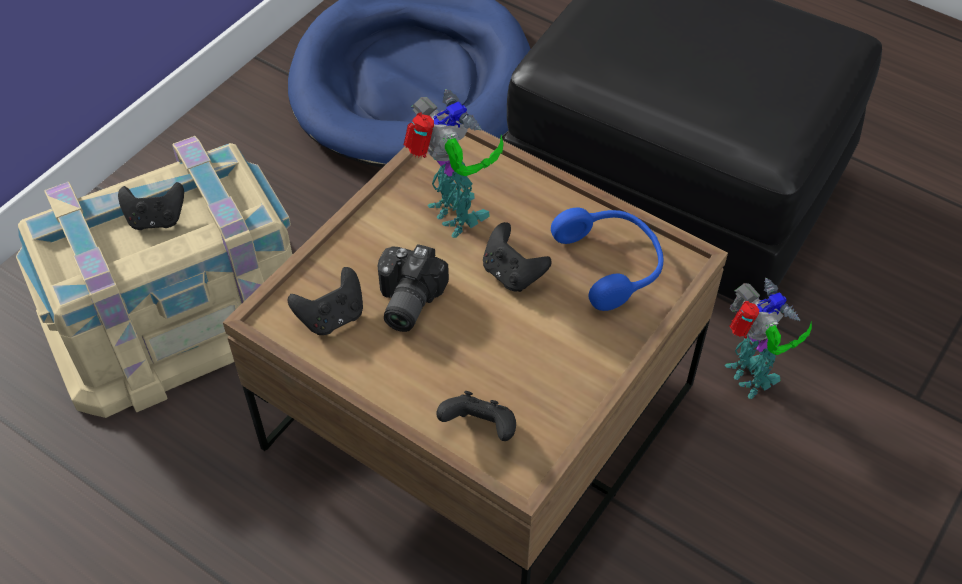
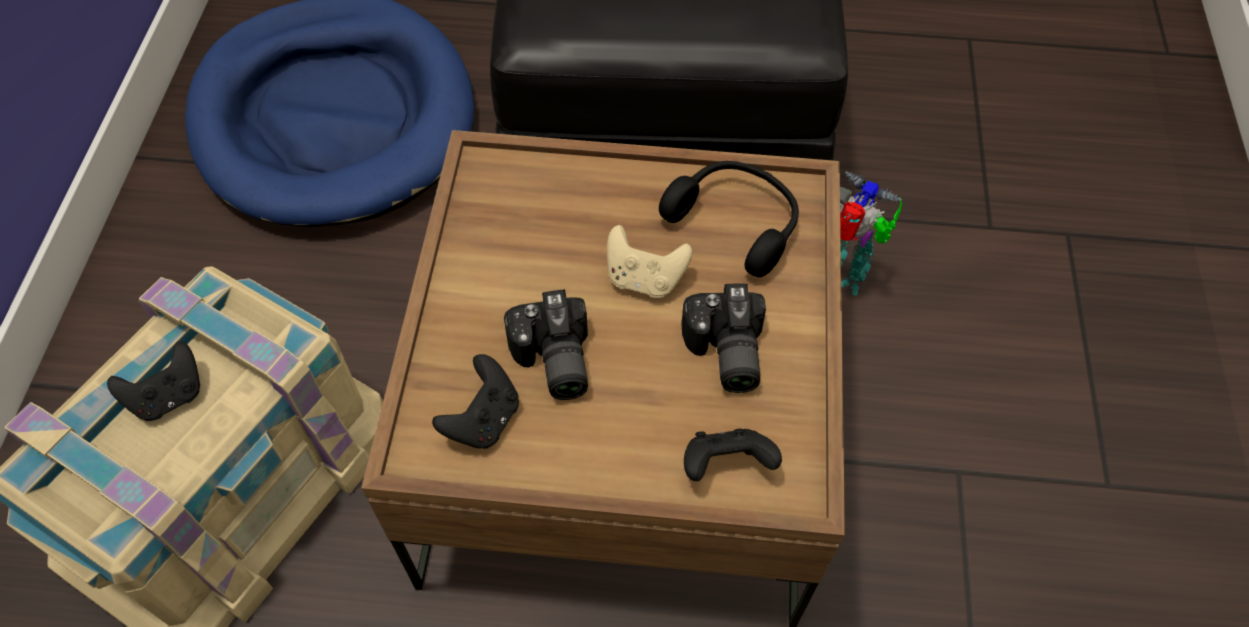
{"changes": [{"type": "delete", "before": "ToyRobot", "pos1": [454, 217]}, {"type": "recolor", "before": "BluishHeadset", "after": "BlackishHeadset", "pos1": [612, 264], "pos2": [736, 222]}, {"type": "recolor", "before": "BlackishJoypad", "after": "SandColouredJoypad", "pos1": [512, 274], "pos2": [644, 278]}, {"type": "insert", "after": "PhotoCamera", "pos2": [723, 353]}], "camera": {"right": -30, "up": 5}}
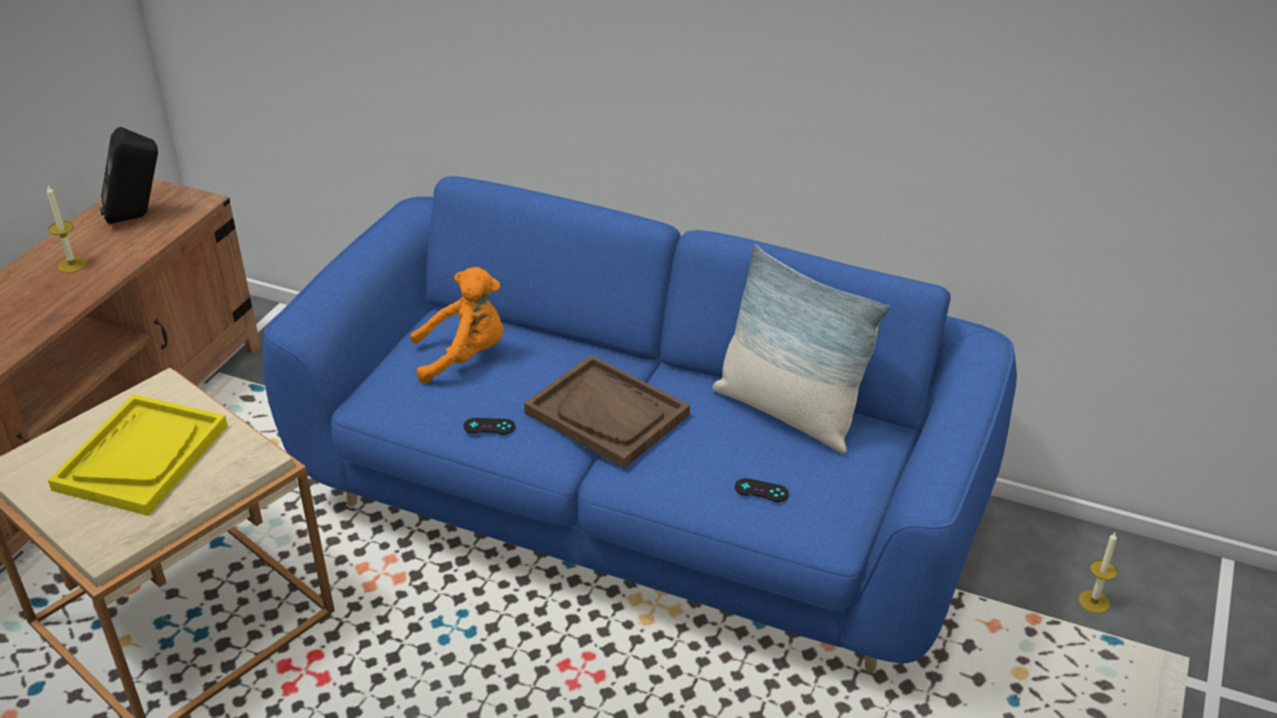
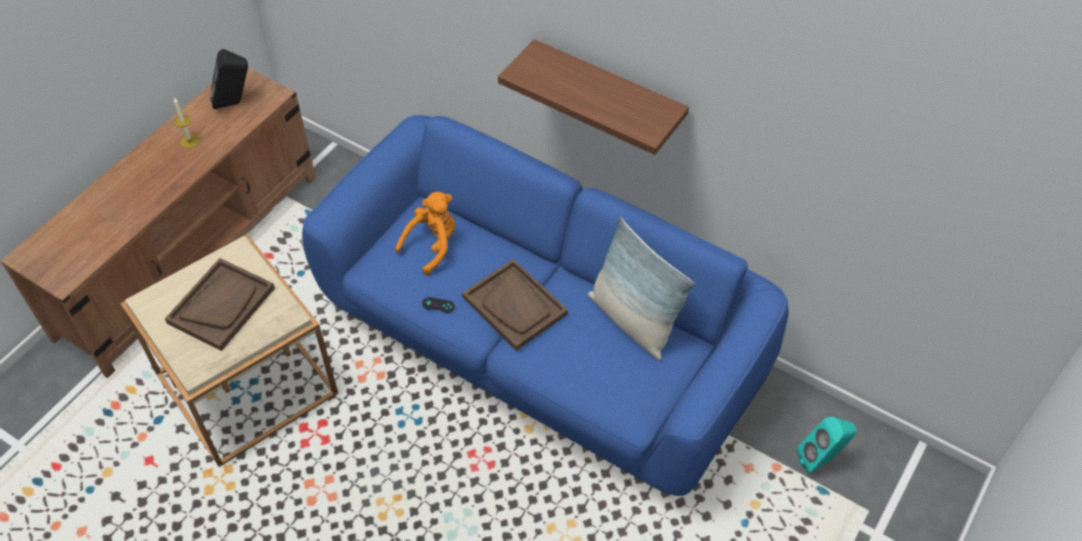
{"changes": [{"type": "rotate", "before": "OrangeColouredPlushToy", "pos1": [464, 356], "pos2": [432, 245], "turn": -45}, {"type": "recolor", "before": "YellowColouredCarryingTray", "after": "BrownishCarryingTray", "pos1": [142, 457], "pos2": [221, 305]}, {"type": "delete", "before": "BlackishJoypad", "pos1": [761, 490]}, {"type": "replace", "before": "Candle", "after": "TurquoiseAudioSpeaker", "pos1": [1093, 602], "pos2": [820, 460]}, {"type": "insert", "after": "Shelf", "pos2": [608, 94]}], "camera": {"right": 10, "up": 15}}
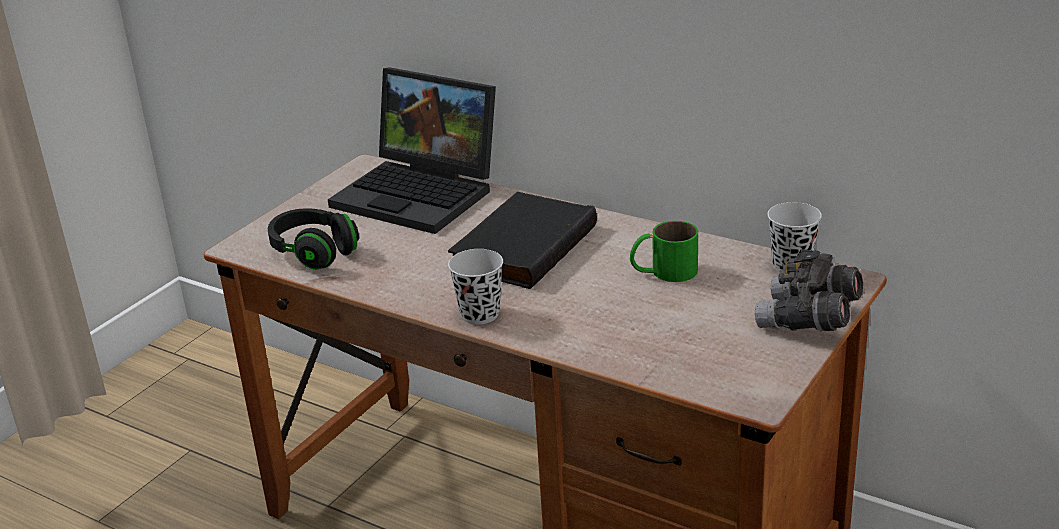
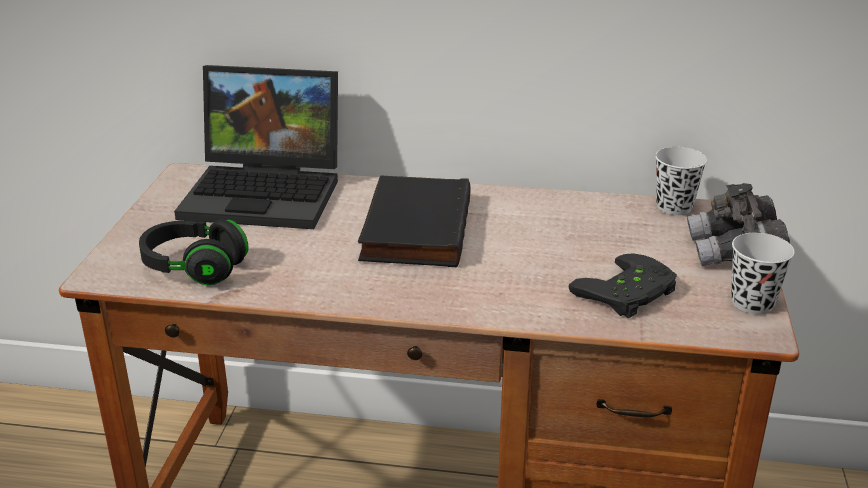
{"changes": [{"type": "delete", "before": "GreenColouredMug", "pos1": [663, 271]}, {"type": "move", "before": "BlackishDrinkingCup", "pos1": [480, 314], "pos2": [752, 303]}, {"type": "insert", "after": "BlackishJoypad", "pos2": [629, 294]}], "camera": {"right": -25, "up": 0}}
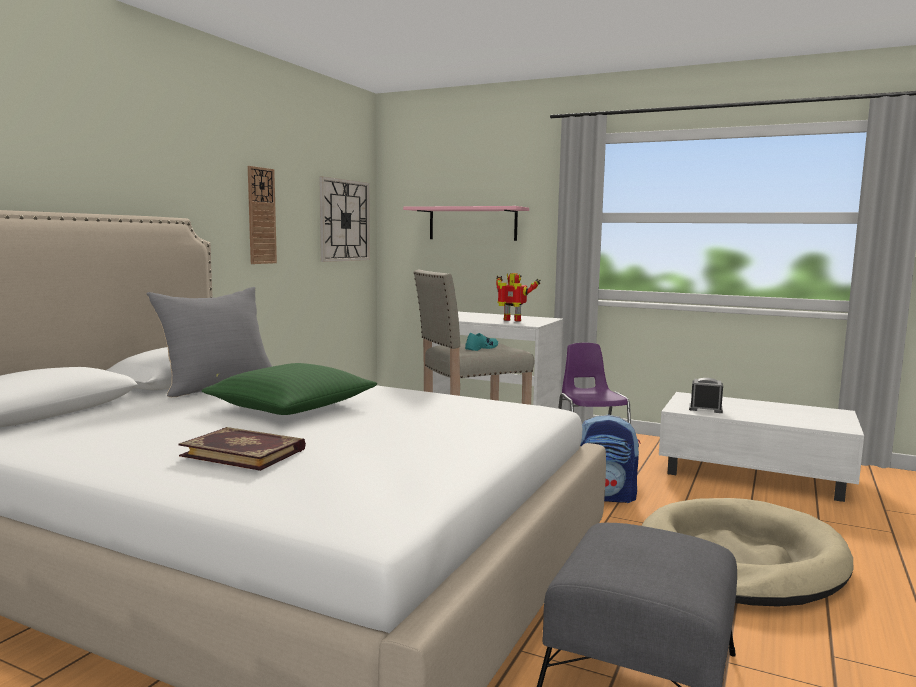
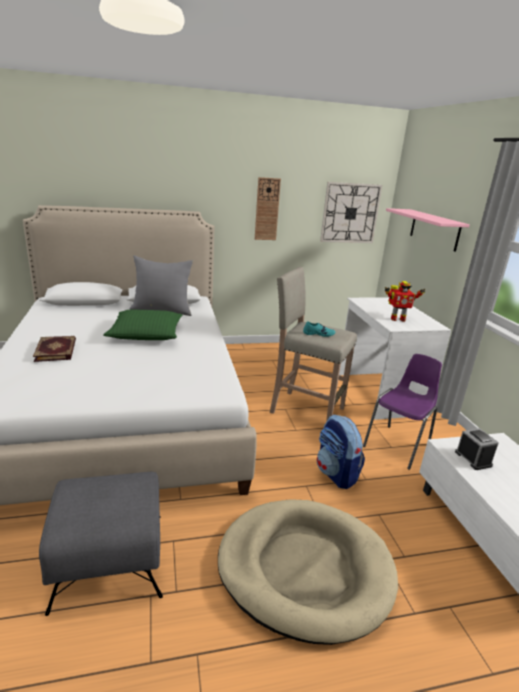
{"changes": [{"type": "rotate", "before": "ToyRobot", "pos1": [512, 320], "pos2": [397, 319], "turn": 105}], "camera": {"right": 50, "up": 15}}
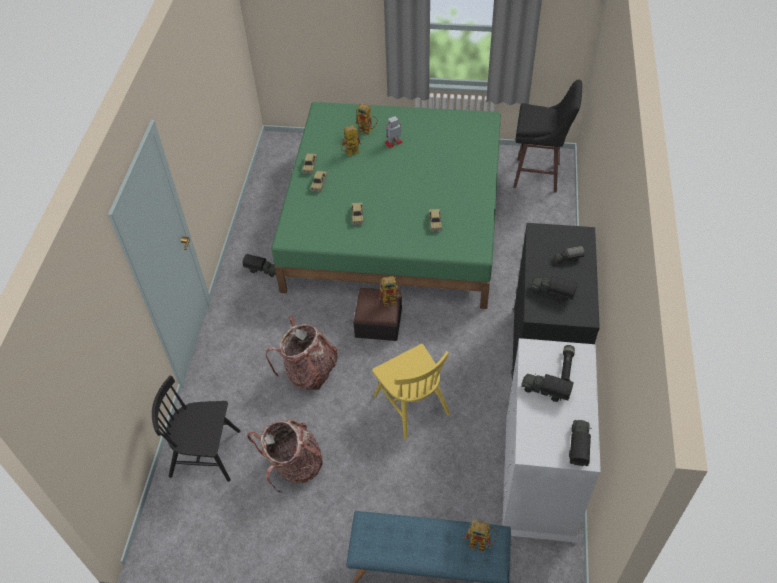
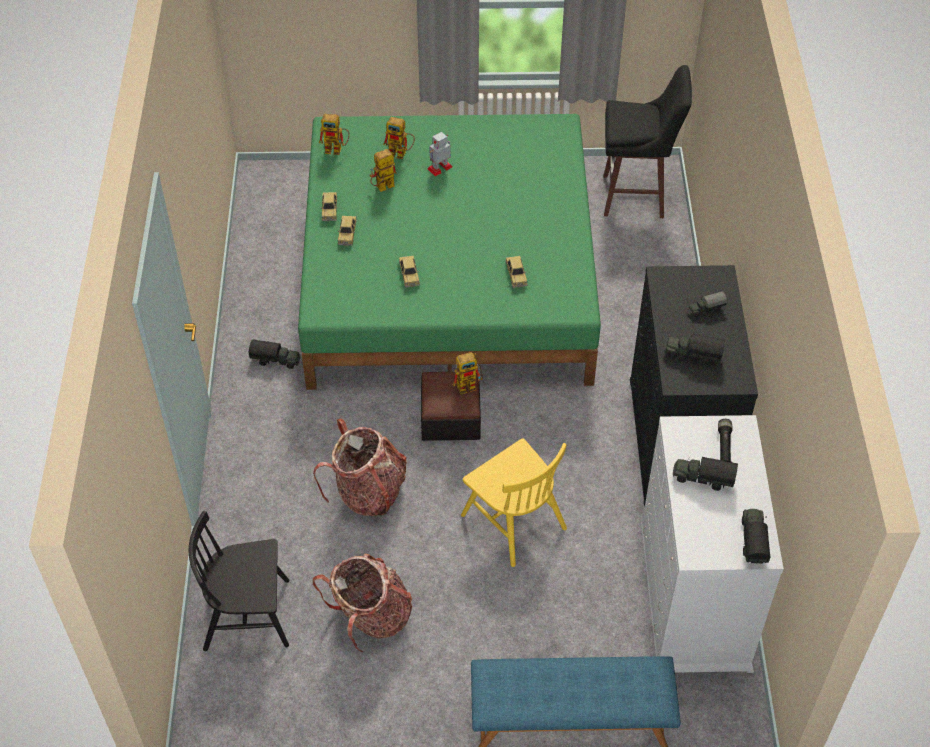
{"changes": [{"type": "move", "before": "ToyRobot", "pos1": [482, 543], "pos2": [337, 149]}], "camera": {"right": -10, "up": 0}}
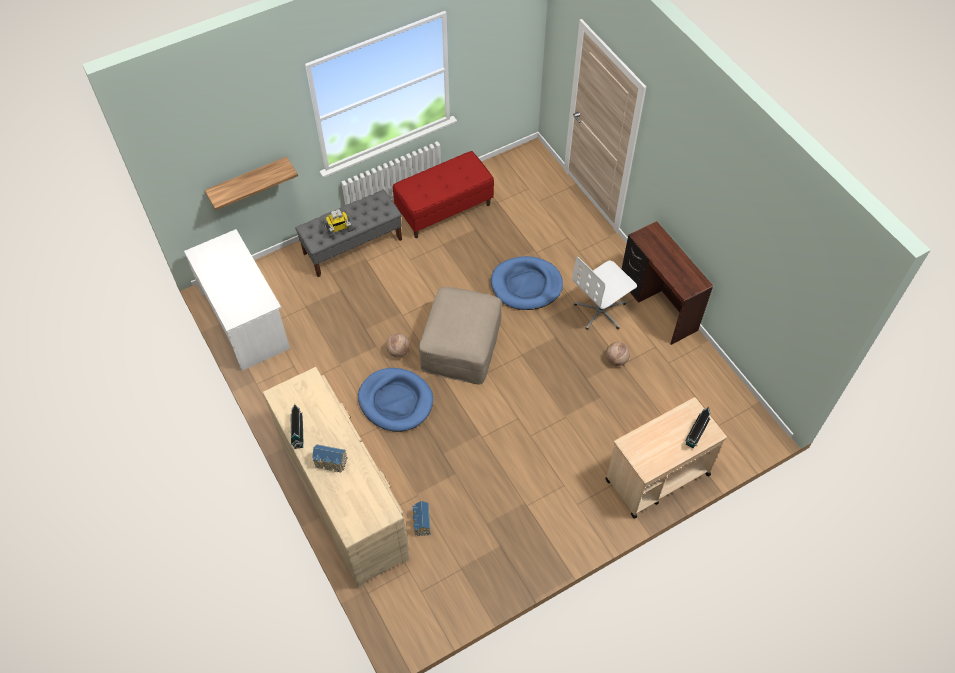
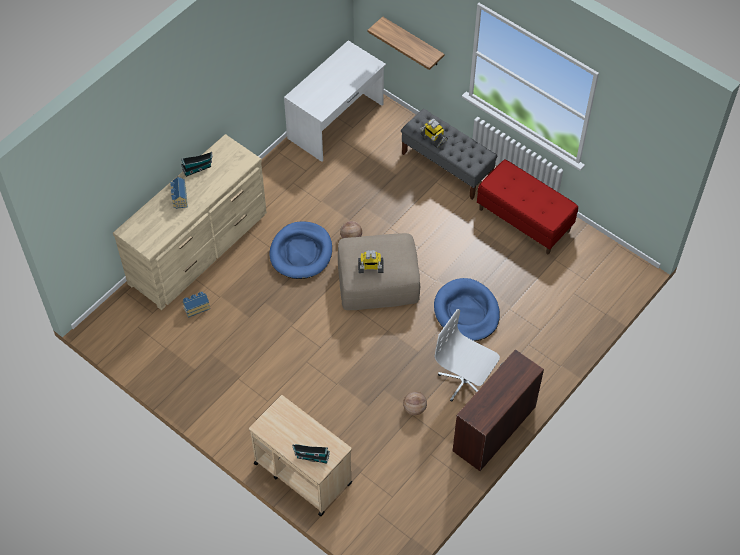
{"changes": [{"type": "insert", "after": "ToyRobot", "pos2": [370, 267]}], "camera": {"right": 70, "up": 0}}
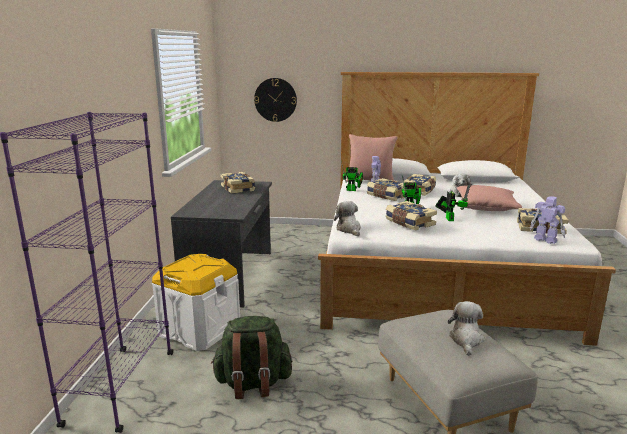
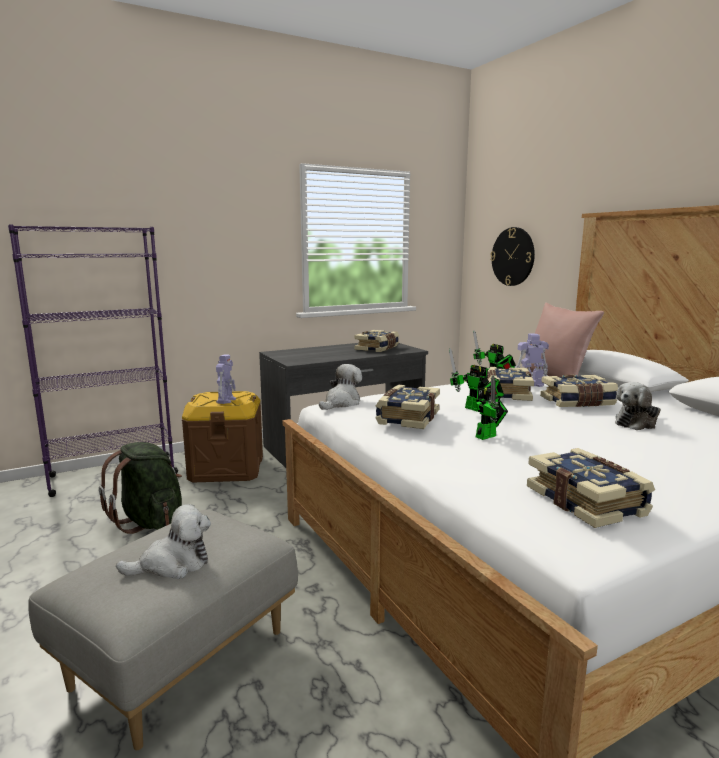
{"changes": [{"type": "delete", "before": "PinkishPillow", "pos1": [486, 208]}, {"type": "move", "before": "ToyRobot", "pos1": [545, 239], "pos2": [226, 400]}, {"type": "recolor", "before": "WhiteStorageContainer", "after": "BrownishStorageContainer", "pos1": [199, 329], "pos2": [226, 468]}], "camera": {"right": 55, "up": -5}}
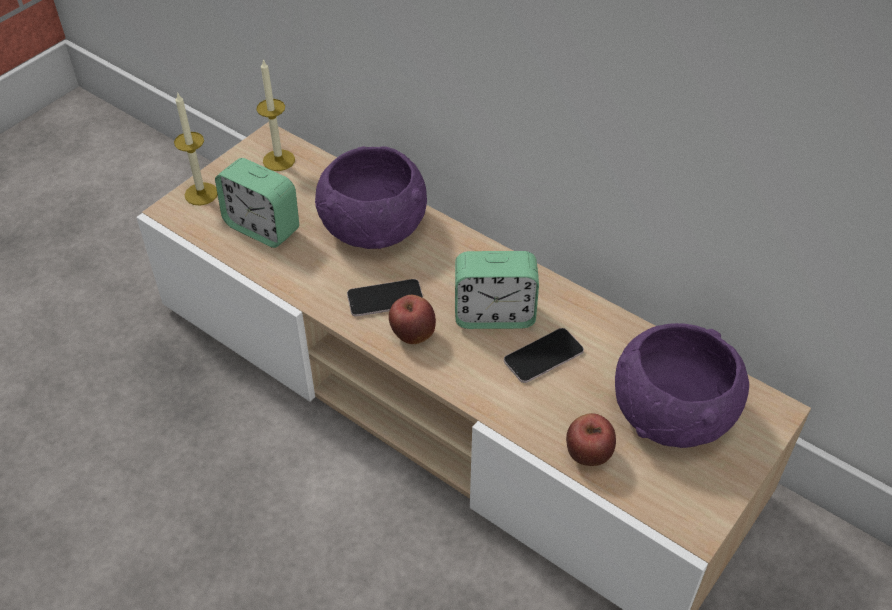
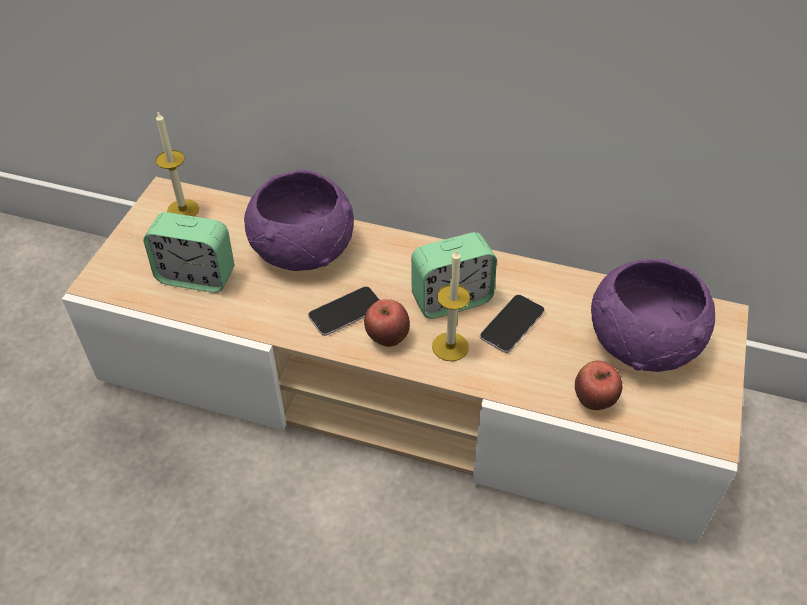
{"changes": [{"type": "move", "before": "Candle", "pos1": [201, 194], "pos2": [450, 346]}], "camera": {"right": -20, "up": 0}}
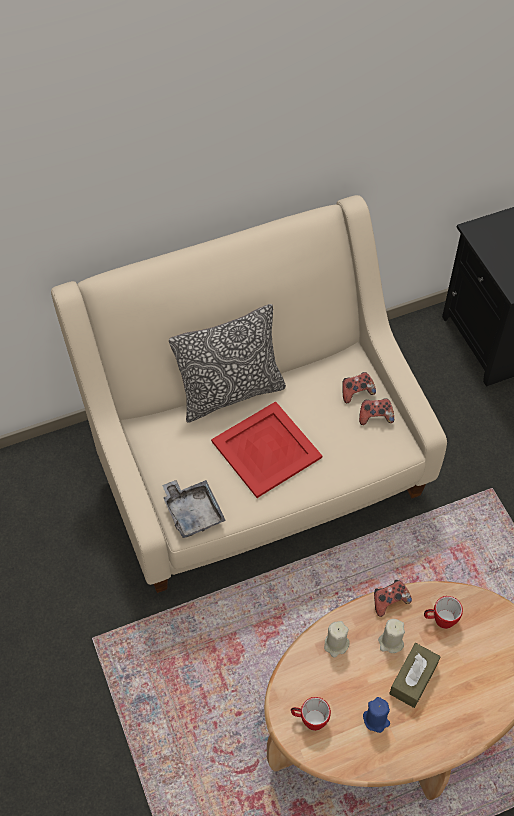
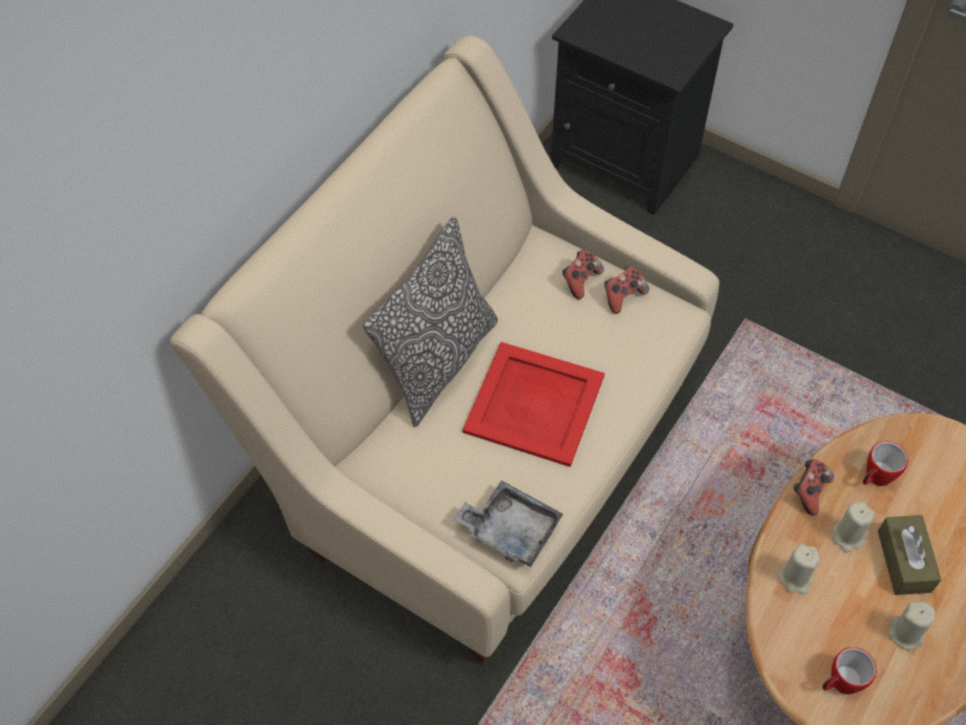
{"changes": [{"type": "recolor", "before": "BluishCandle", "after": "SandColouredCandle", "pos1": [376, 719], "pos2": [906, 633]}], "camera": {"right": -35, "up": 0}}
